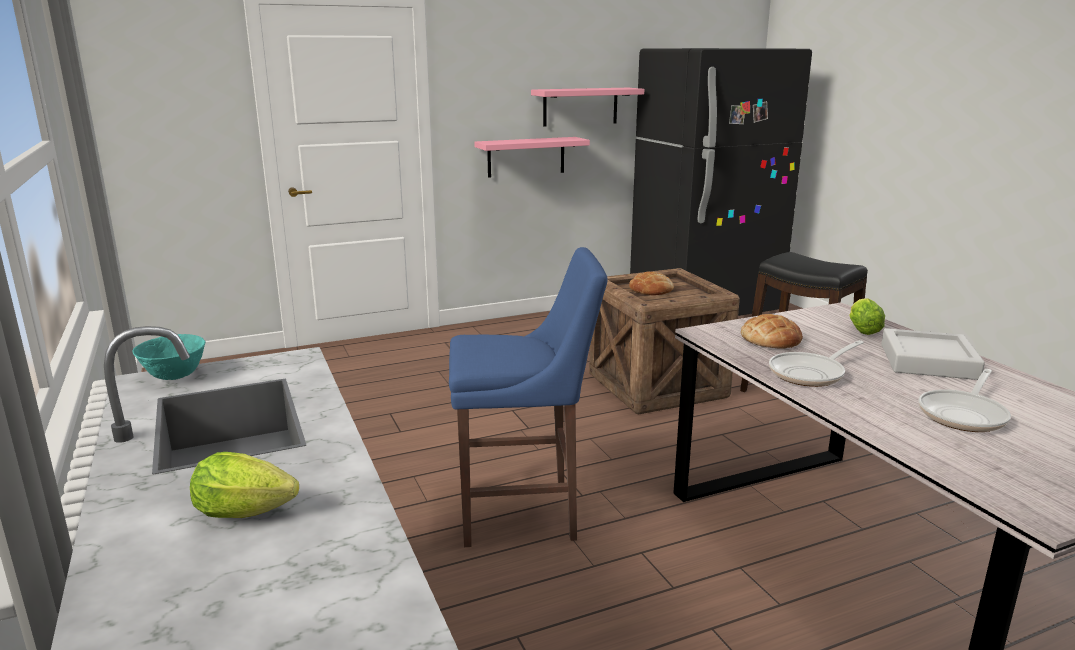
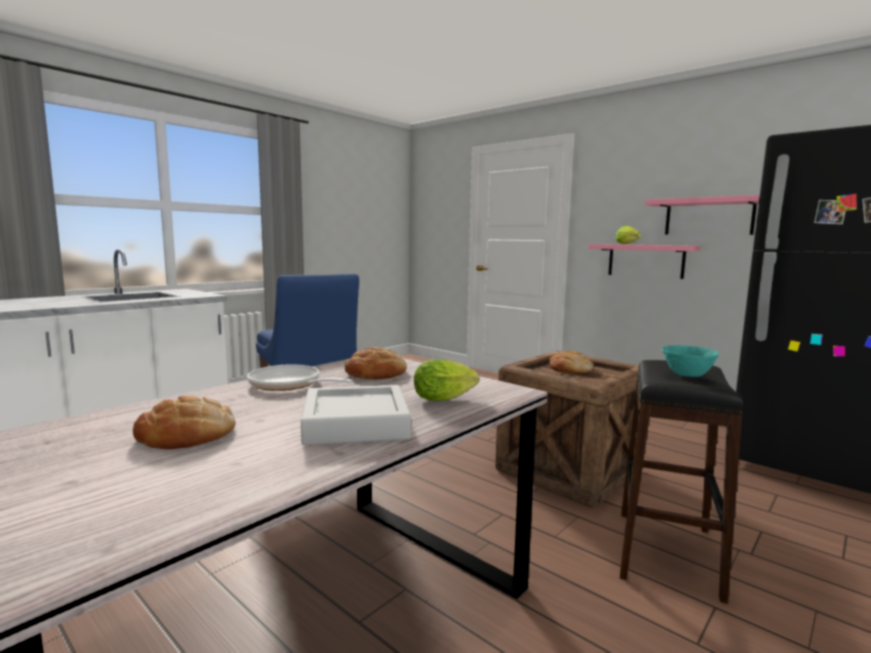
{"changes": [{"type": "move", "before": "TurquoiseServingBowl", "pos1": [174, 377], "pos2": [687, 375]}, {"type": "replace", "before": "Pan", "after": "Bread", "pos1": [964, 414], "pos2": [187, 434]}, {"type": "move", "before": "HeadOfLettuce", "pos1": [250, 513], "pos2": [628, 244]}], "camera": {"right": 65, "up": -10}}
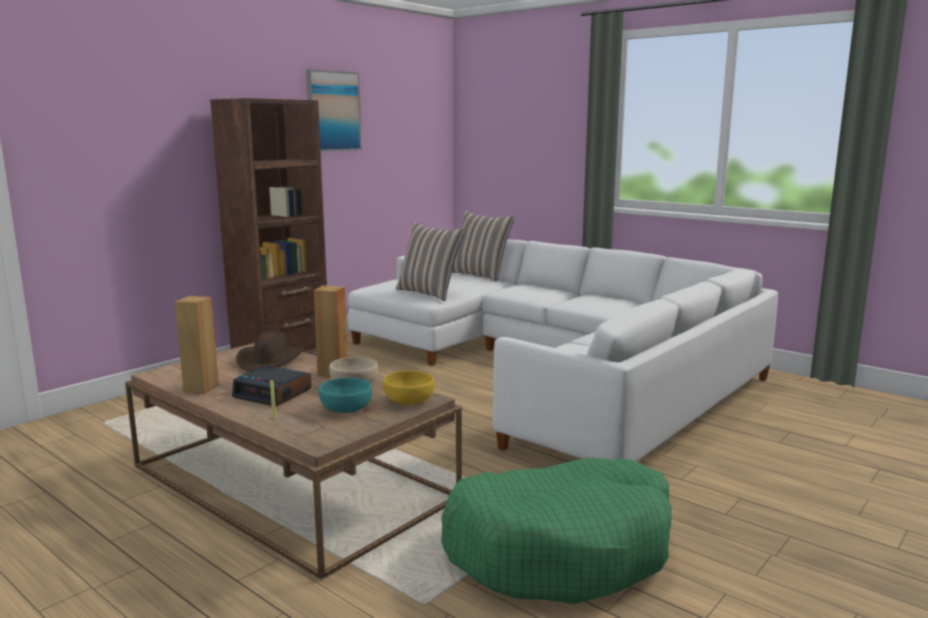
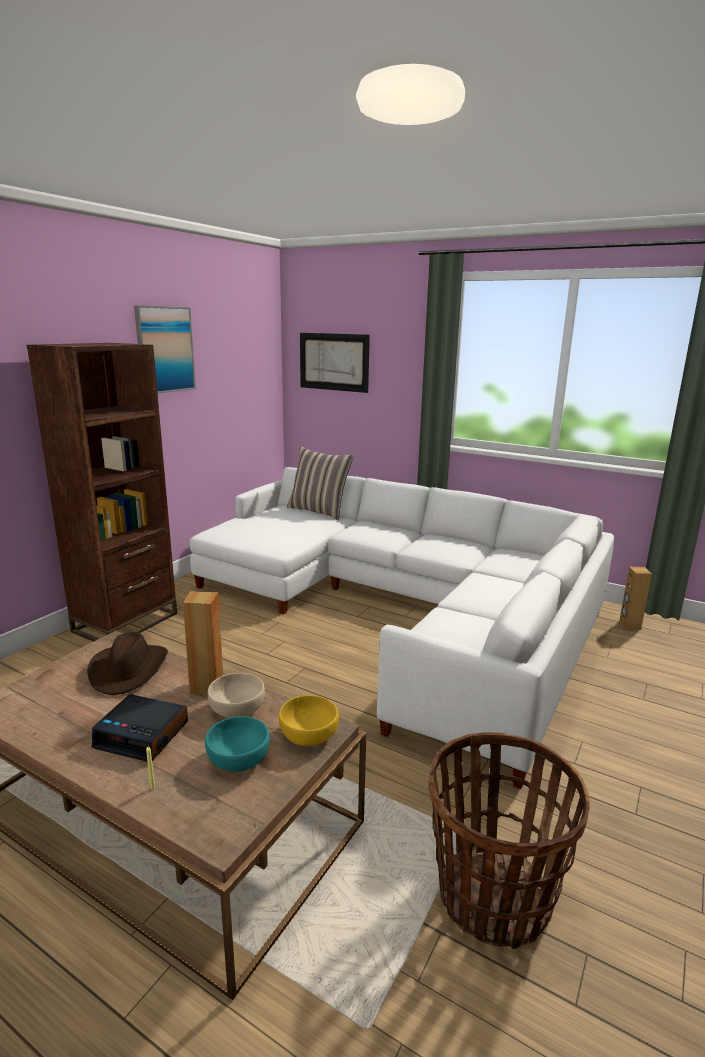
{"changes": [{"type": "delete", "before": "Pillow", "pos1": [429, 293]}, {"type": "move", "before": "BrownishAudioSpeaker", "pos1": [201, 388], "pos2": [629, 625]}, {"type": "replace", "before": "GreenColouredDogBed", "after": "HouseholdBasket", "pos1": [560, 549], "pos2": [492, 897]}, {"type": "insert", "after": "WallPicture", "pos2": [333, 362]}], "camera": {"right": -10, "up": 5}}
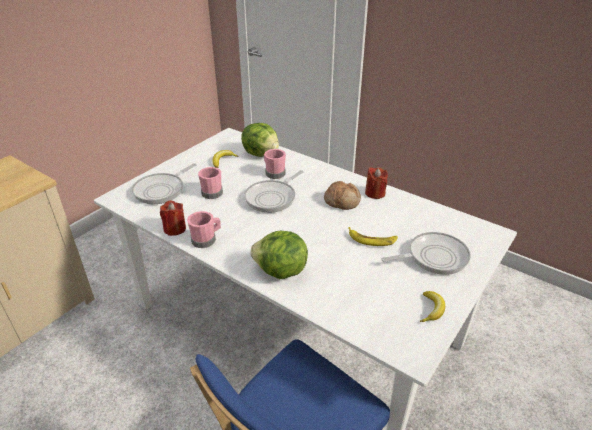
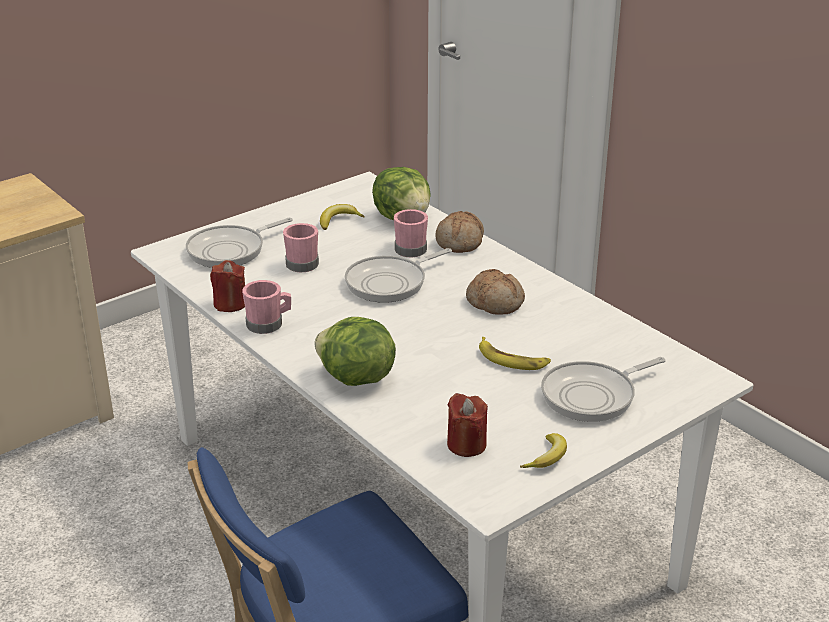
{"changes": [{"type": "move", "before": "RedCandle", "pos1": [375, 193], "pos2": [466, 444]}, {"type": "rotate", "before": "Pan", "pos1": [433, 257], "pos2": [593, 396], "turn": 150}, {"type": "insert", "after": "Bread", "pos2": [460, 242]}], "camera": {"right": 15, "up": -5}}
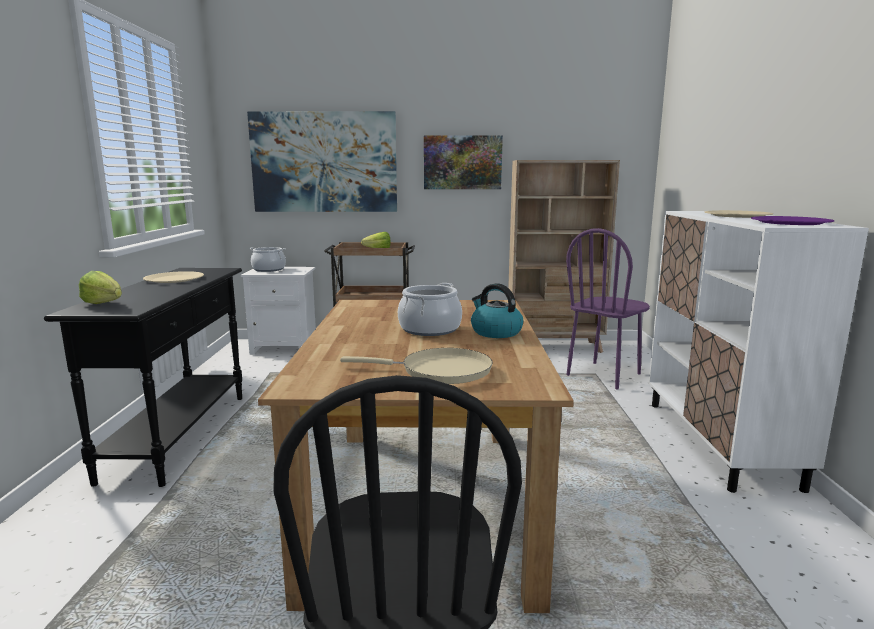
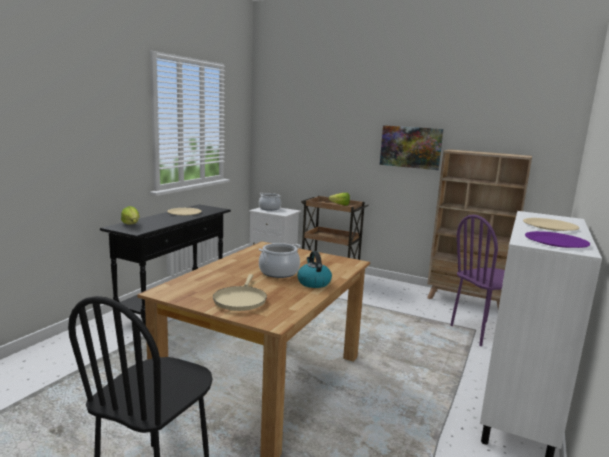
{"changes": [{"type": "delete", "before": "WallPicture", "pos1": [324, 162]}, {"type": "rotate", "before": "SandColouredPan", "pos1": [439, 371], "pos2": [240, 300], "turn": 60}], "camera": {"right": 25, "up": 0}}
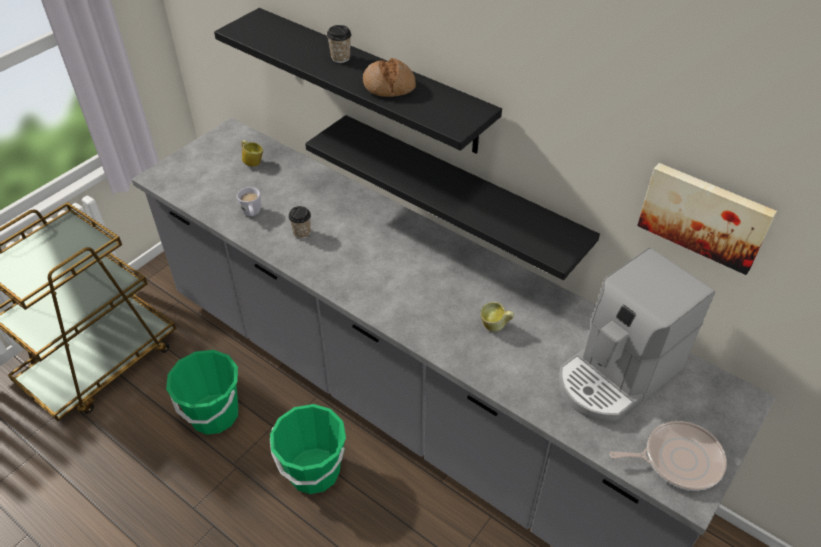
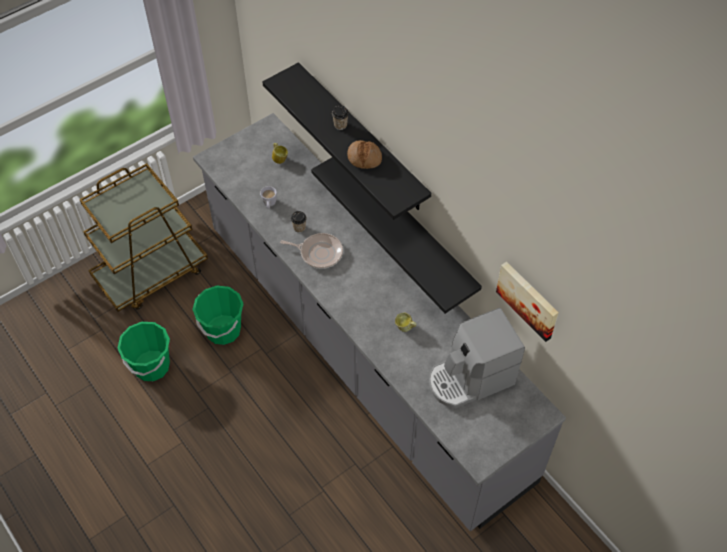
{"changes": [{"type": "move", "before": "GreenColouredWaterBucket", "pos1": [314, 471], "pos2": [151, 366]}, {"type": "move", "before": "Pan", "pos1": [678, 459], "pos2": [319, 253]}], "camera": {"right": 15, "up": 10}}
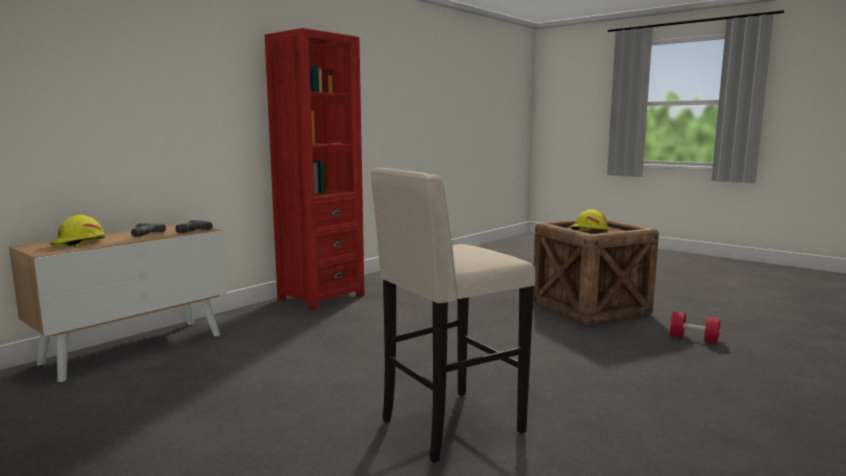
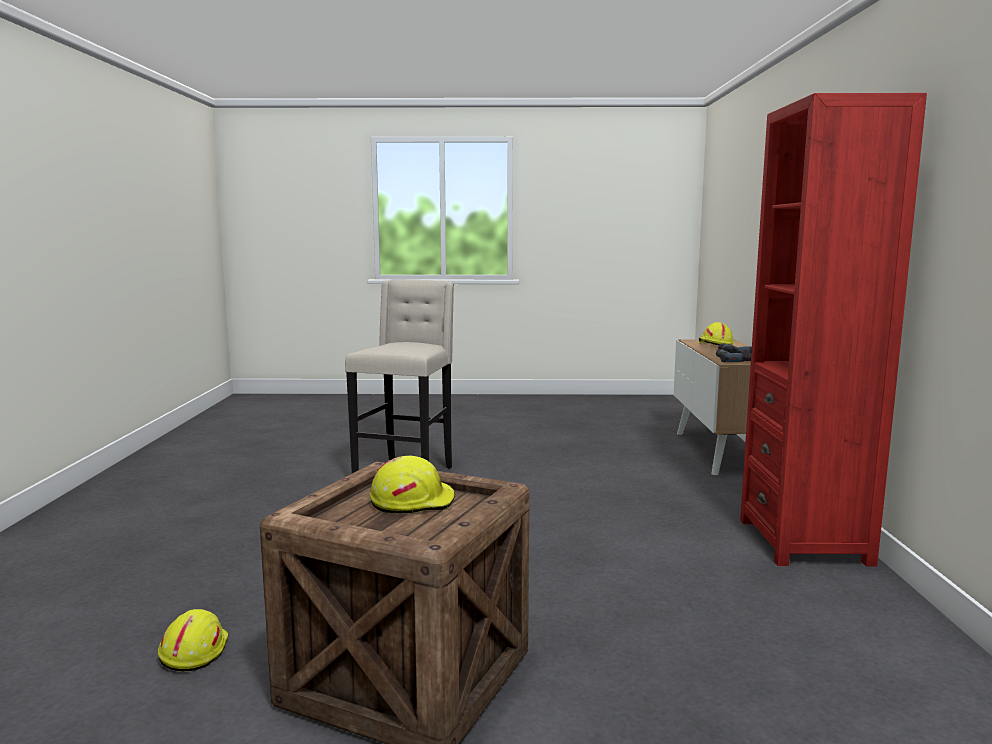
{"changes": [{"type": "replace", "before": "RedDumbbell", "after": "YellowColouredWorkHelmet", "pos1": [693, 339], "pos2": [193, 651]}], "camera": {"right": 140, "up": 0}}
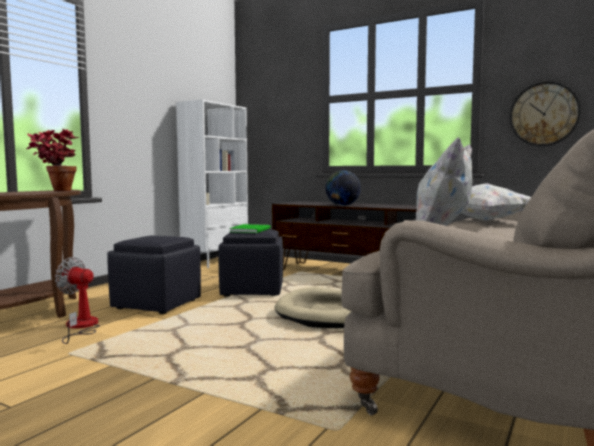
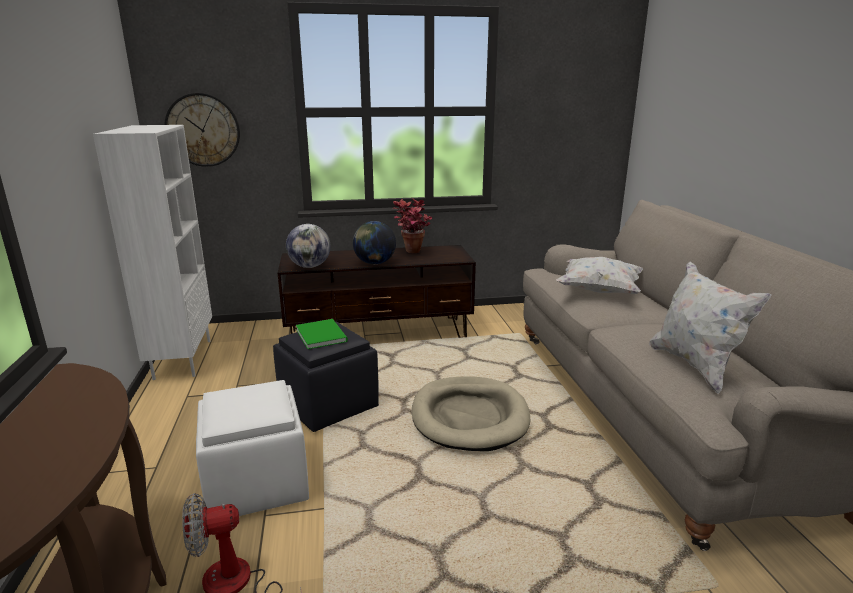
{"changes": [{"type": "move", "before": "HangingClock", "pos1": [544, 114], "pos2": [203, 130]}, {"type": "move", "before": "PlantInAPot", "pos1": [55, 191], "pos2": [412, 253]}, {"type": "recolor", "before": "BlackishFootrest", "after": "WhiteFootrest", "pos1": [156, 303], "pos2": [256, 483]}, {"type": "insert", "after": "DeskGlobe", "pos2": [310, 266]}], "camera": {"right": -40, "up": 15}}
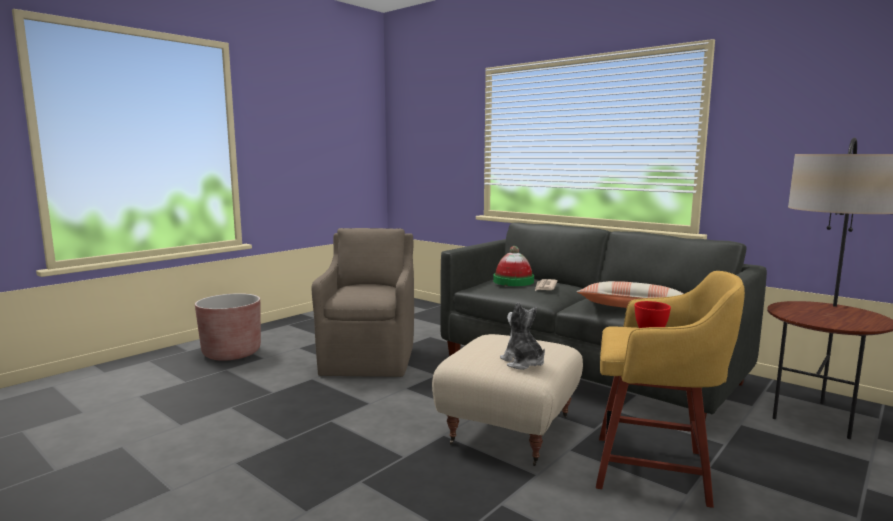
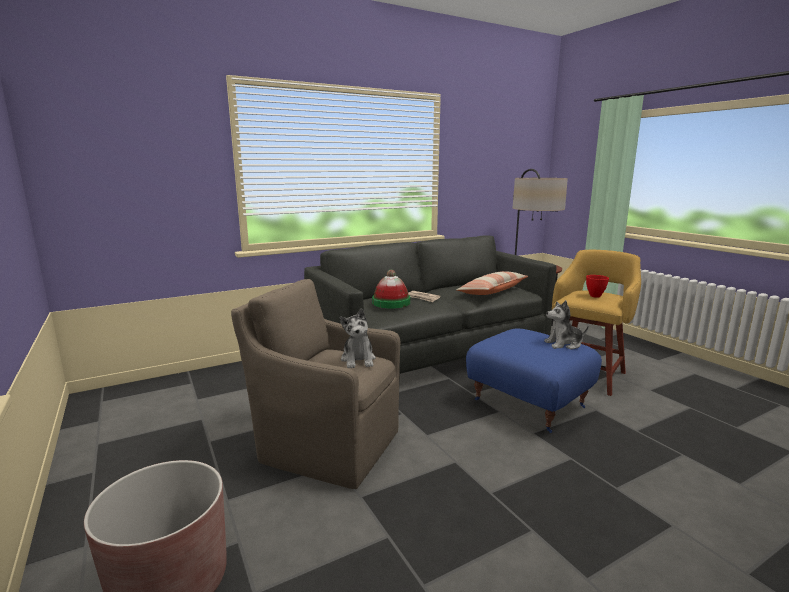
{"changes": [{"type": "recolor", "before": "SandColouredFootrest", "after": "BluishFootrest", "pos1": [510, 429], "pos2": [528, 404]}, {"type": "insert", "after": "PlushToy", "pos2": [358, 360]}], "camera": {"right": -70, "up": 5}}
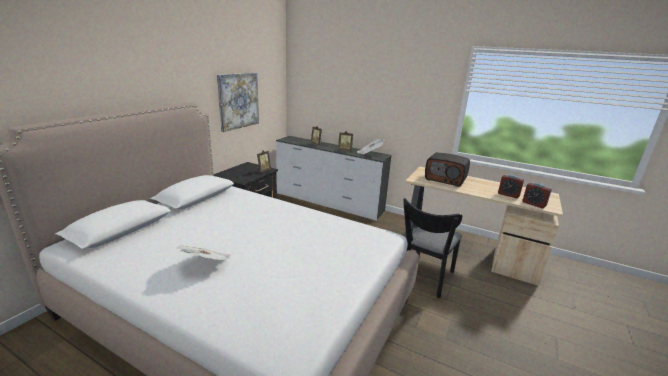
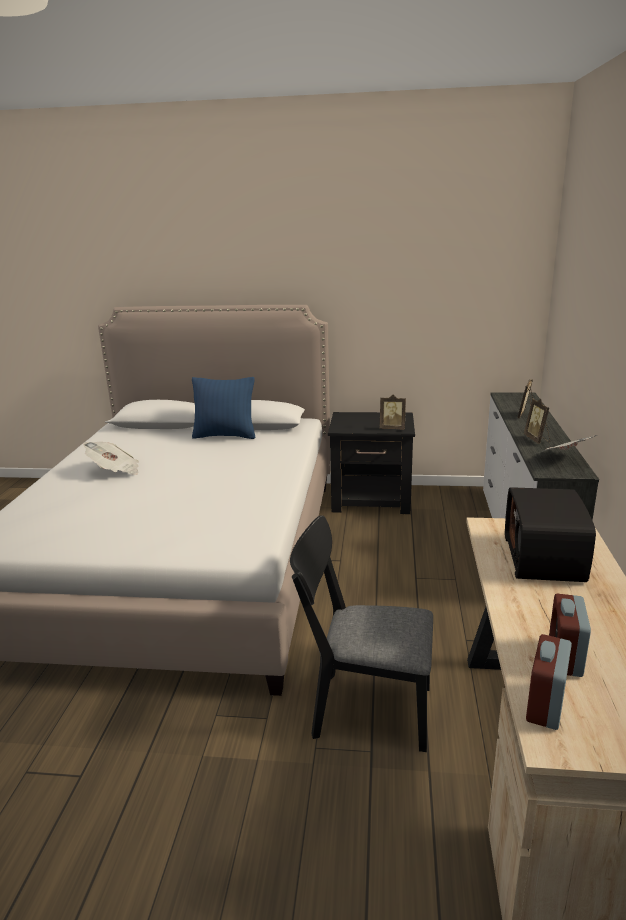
{"changes": [{"type": "delete", "before": "WallPicture", "pos1": [238, 101]}, {"type": "insert", "after": "BluishPillow", "pos2": [225, 435]}], "camera": {"right": 70, "up": 0}}
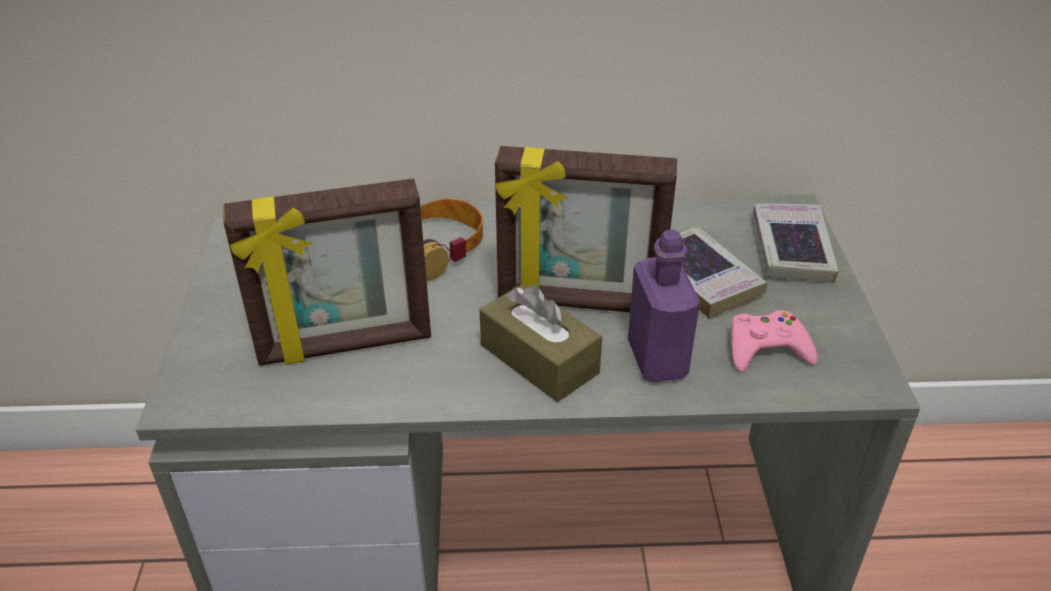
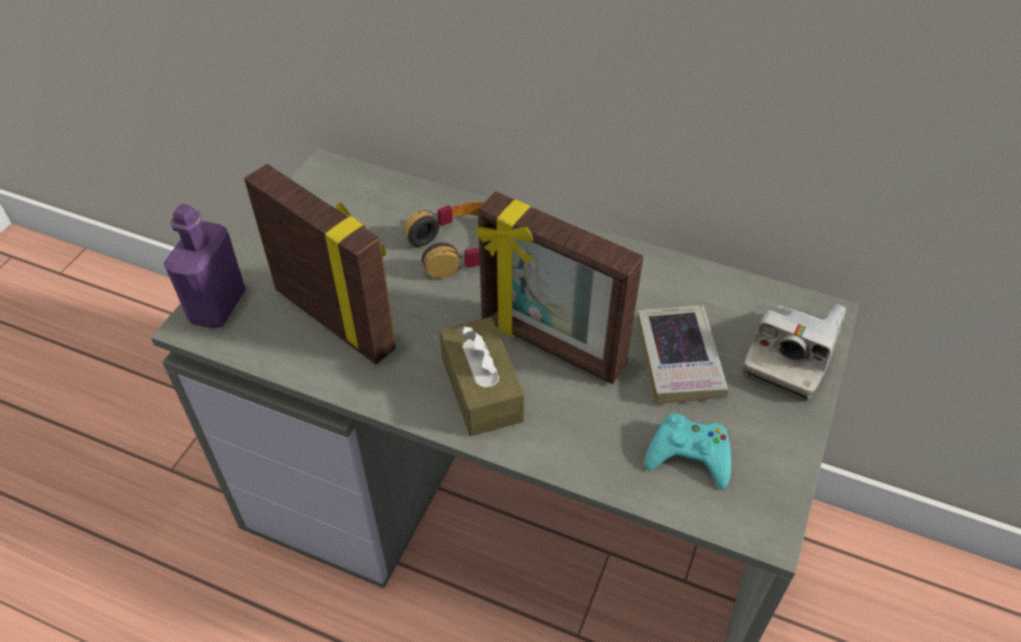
{"changes": [{"type": "rotate", "before": "PictureFrame", "pos1": [345, 346], "pos2": [336, 318], "turn": -150}, {"type": "replace", "before": "Volume", "after": "PhotoCamera", "pos1": [791, 249], "pos2": [789, 358]}, {"type": "move", "before": "PurpleBeverageBottle", "pos1": [657, 359], "pos2": [217, 306]}, {"type": "recolor", "before": "PinkishJoypad", "after": "TurquoiseJoypad", "pos1": [766, 348], "pos2": [689, 455]}], "camera": {"right": 25, "up": 10}}
